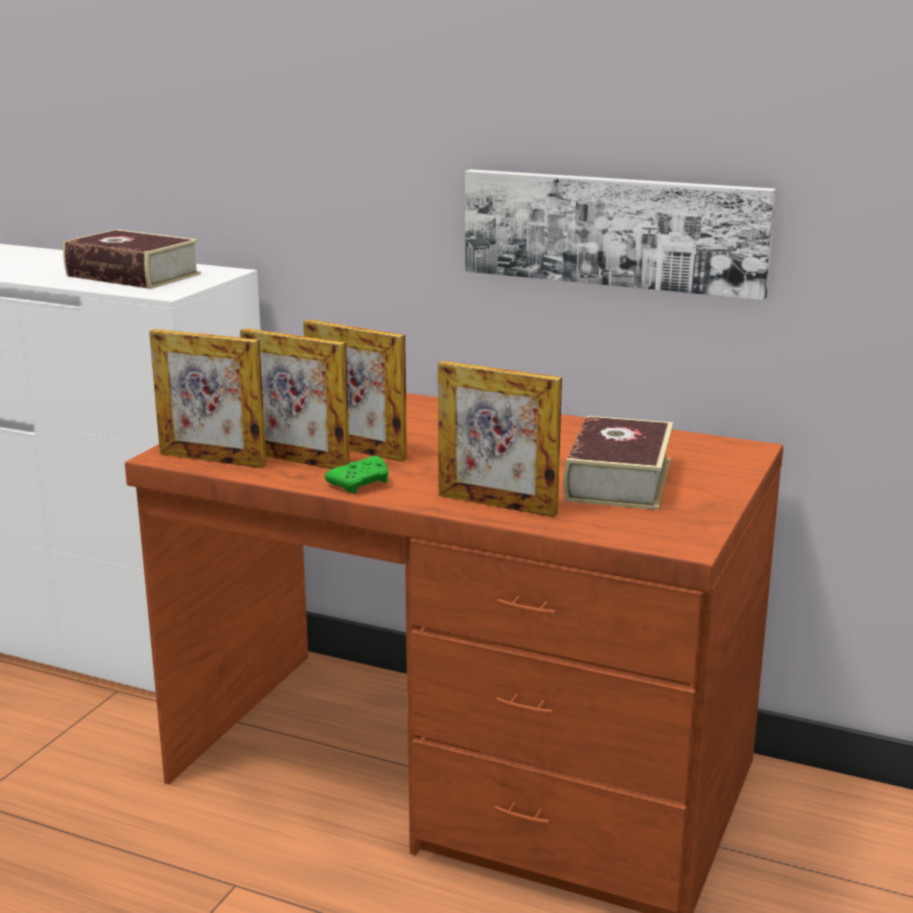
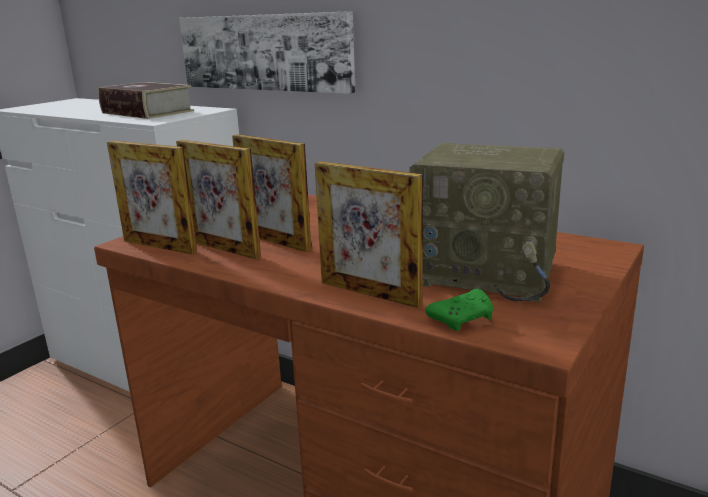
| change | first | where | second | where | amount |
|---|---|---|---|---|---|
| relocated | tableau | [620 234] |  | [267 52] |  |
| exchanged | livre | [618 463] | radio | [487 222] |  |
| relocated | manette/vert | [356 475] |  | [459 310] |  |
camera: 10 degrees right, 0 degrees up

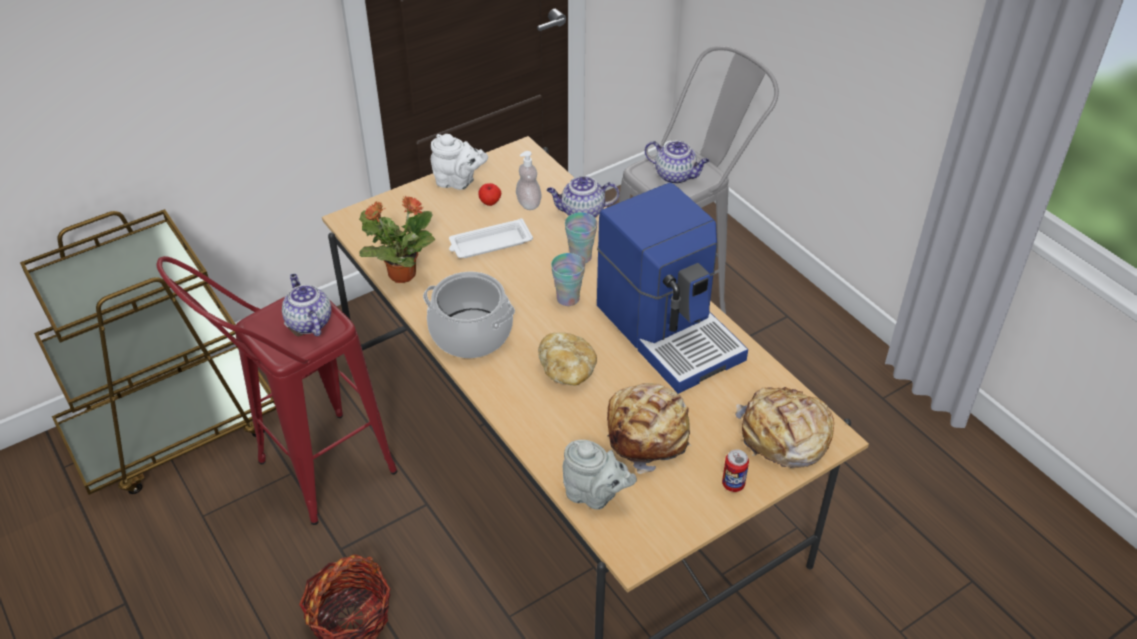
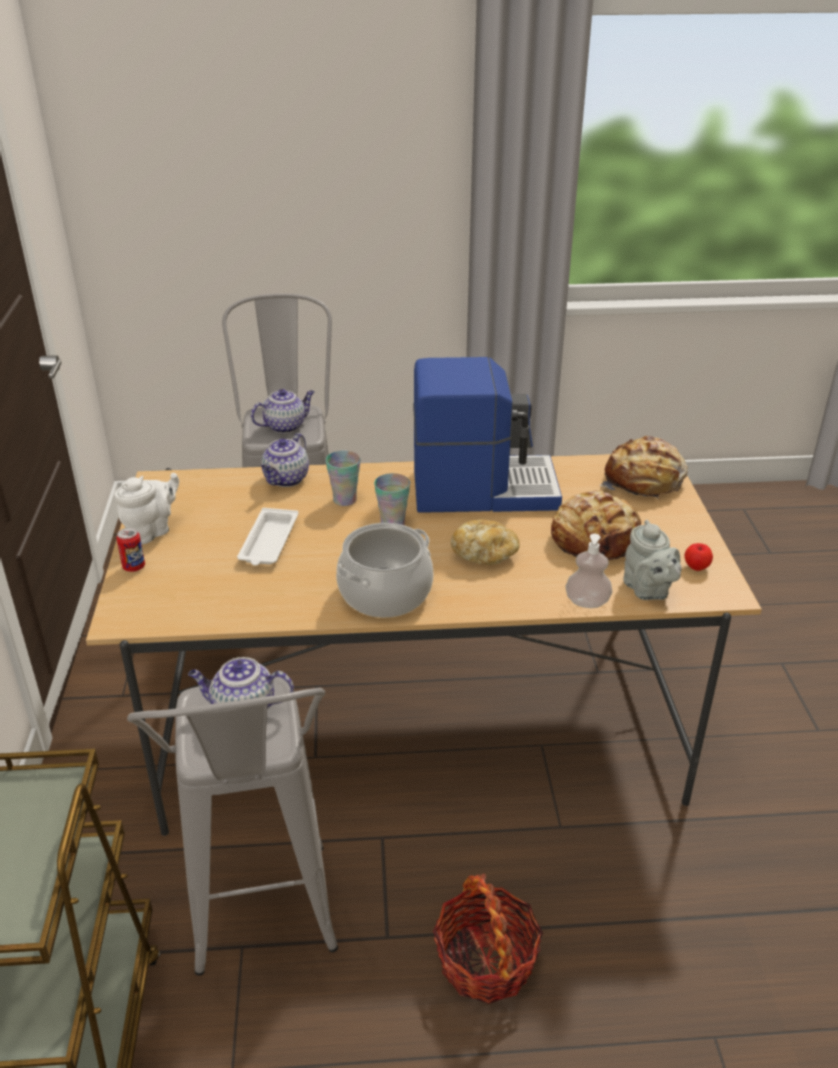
| change | first | where | second | where | amount |
|---|---|---|---|---|---|
| relocated | distributeur de savon | [529 180] |  | [588 571] |  |
| relocated | pomme | [490 194] |  | [698 557] |  |
| missing | plante en pot | [397 239] |  |  |  |
| colour | tabouret/rouge | [277 390] | tabouret/gris | [232 826] |  |
| spun | théière/gris | [599 475] |  | [652 560] | 105 degrees clockwise |
| relocated | boîte métallique | [735 470] |  | [130 550] |  |
camera: 60 degrees left, 10 degrees down

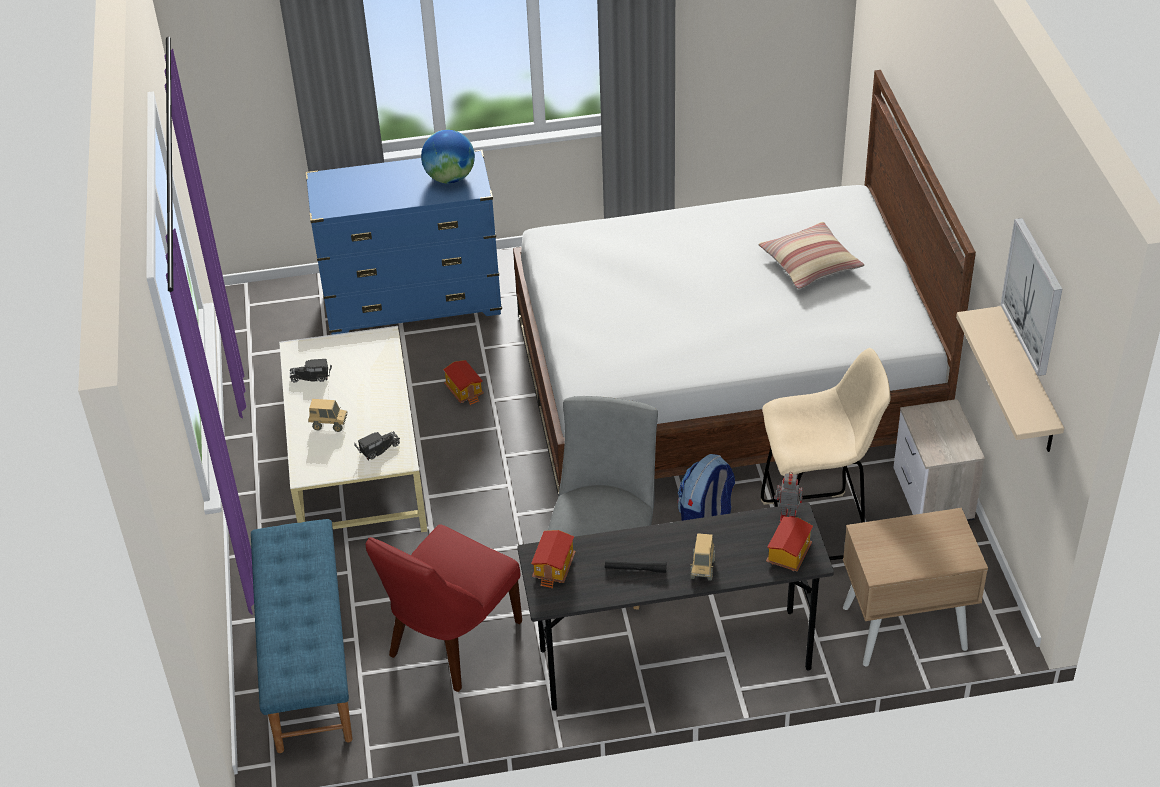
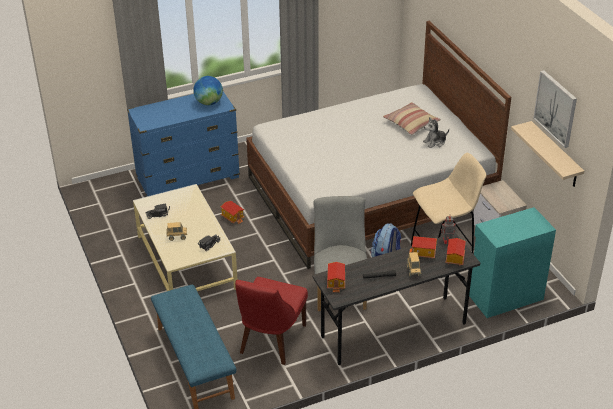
| change | first | where | second | where | amount |
|---|---|---|---|---|---|
| exchanged | table de chevet/beige | [915 587] | meuble de rangement/turquoise | [512 262] |  |
| appeared |  |  | peluche | [436 132] |  |
| appeared |  |  | maison miniature | [423 247] |  |
camera: 15 degrees left, 5 degrees down

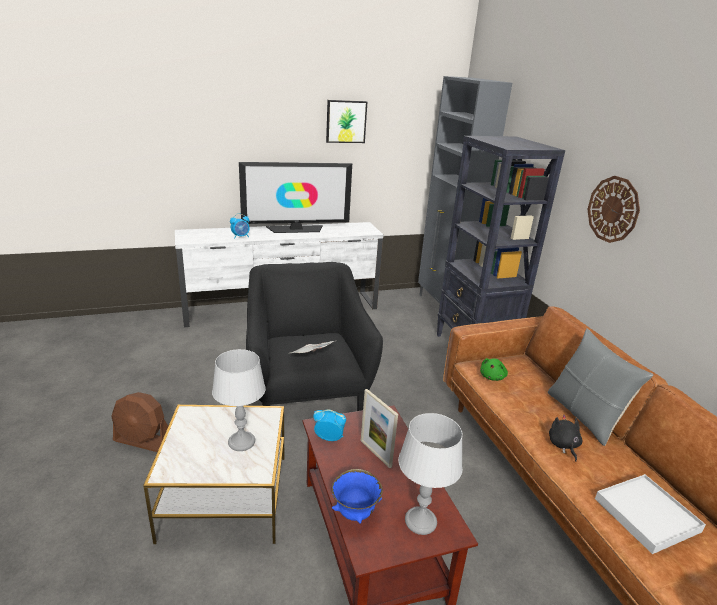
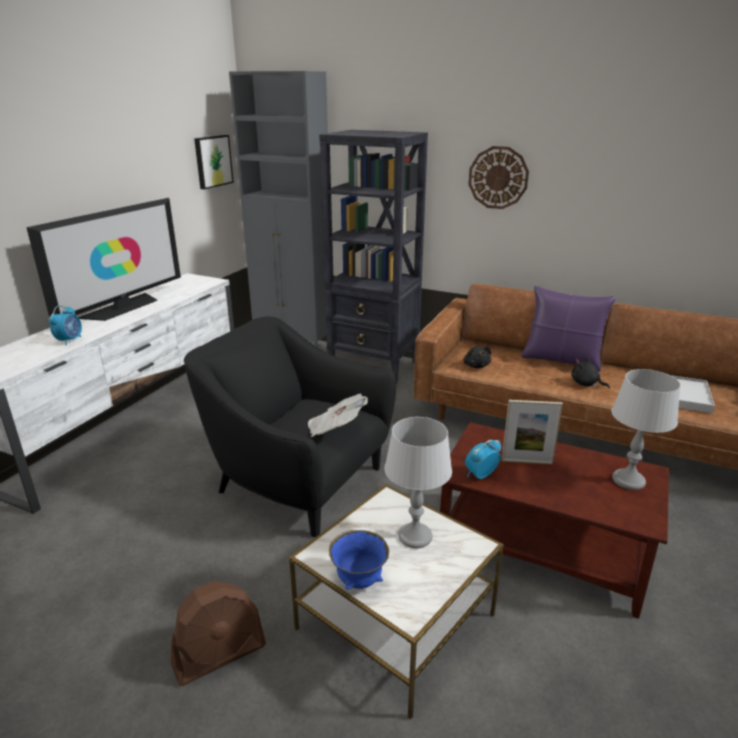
| change | first | where | second | where | amount |
|---|---|---|---|---|---|
| relocated | tableau | [346 121] |  | [214 162] |  |
| colour | coussin/gris | [601 387] | coussin/violet | [568 329] |  |
| colour | peluche/vert | [494 369] | peluche/noir | [477 357] |  |
| relocated | bol/bleu | [357 496] |  | [359 559] |  |
camera: 45 degrees left, 0 degrees up

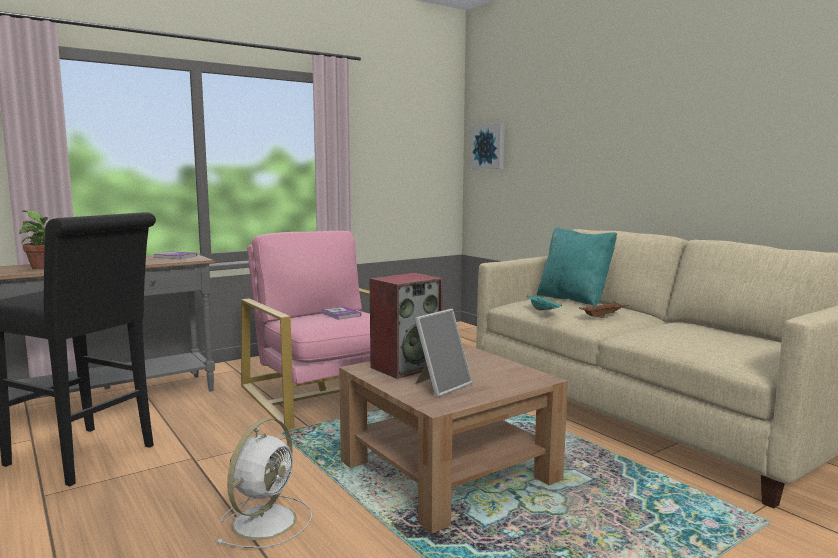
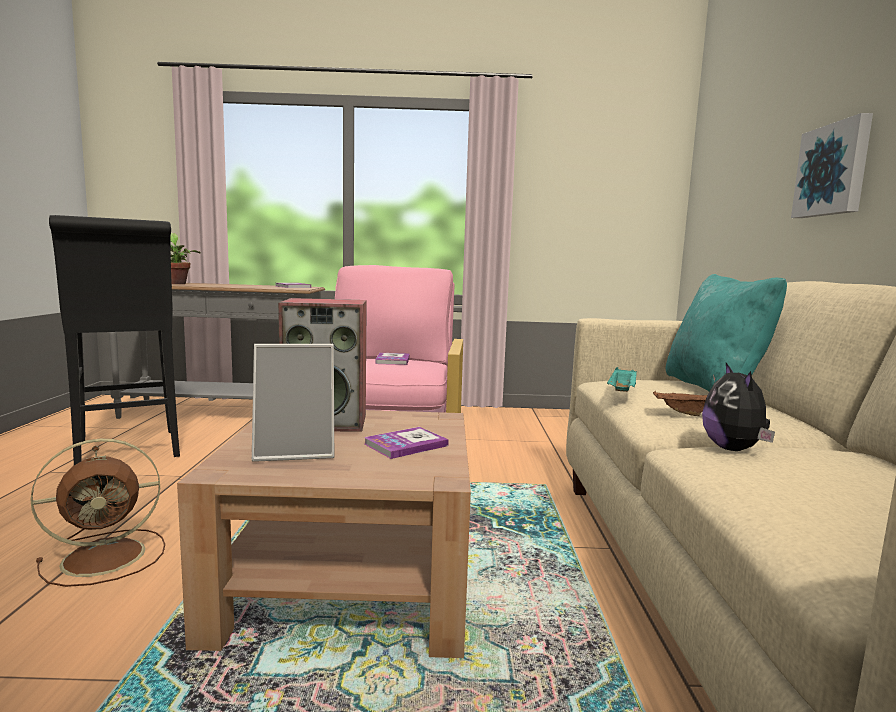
| change | first | where | second | where | amount |
|---|---|---|---|---|---|
| relocated | tableau | [488 146] |  | [832 165] |  |
| colour | ventilateur/blanc | [264 483] | ventilateur/marron | [97 513] |  |
| appeared |  |  | peluche | [738 407] |  |
| appeared |  |  | livre | [406 443] |  |
camera: 35 degrees right, 0 degrees up

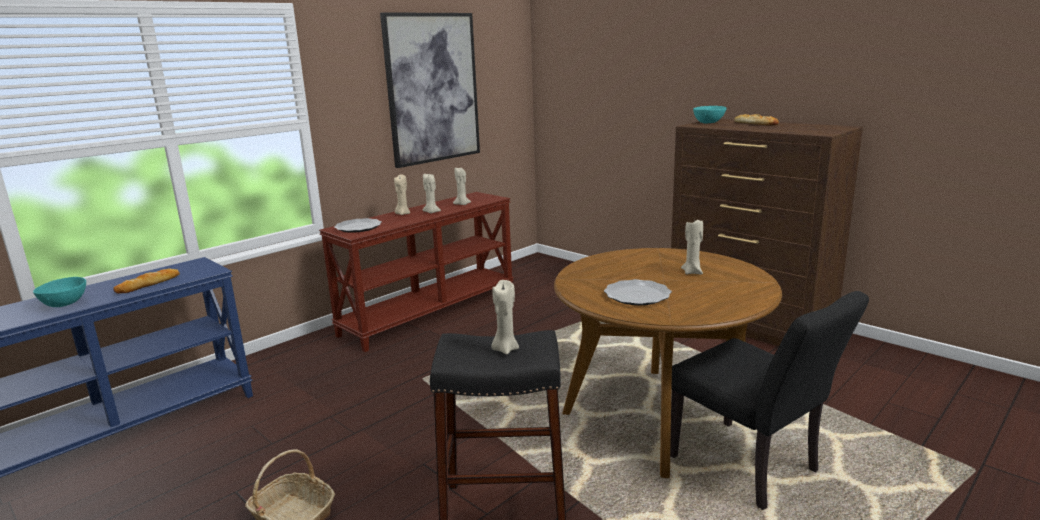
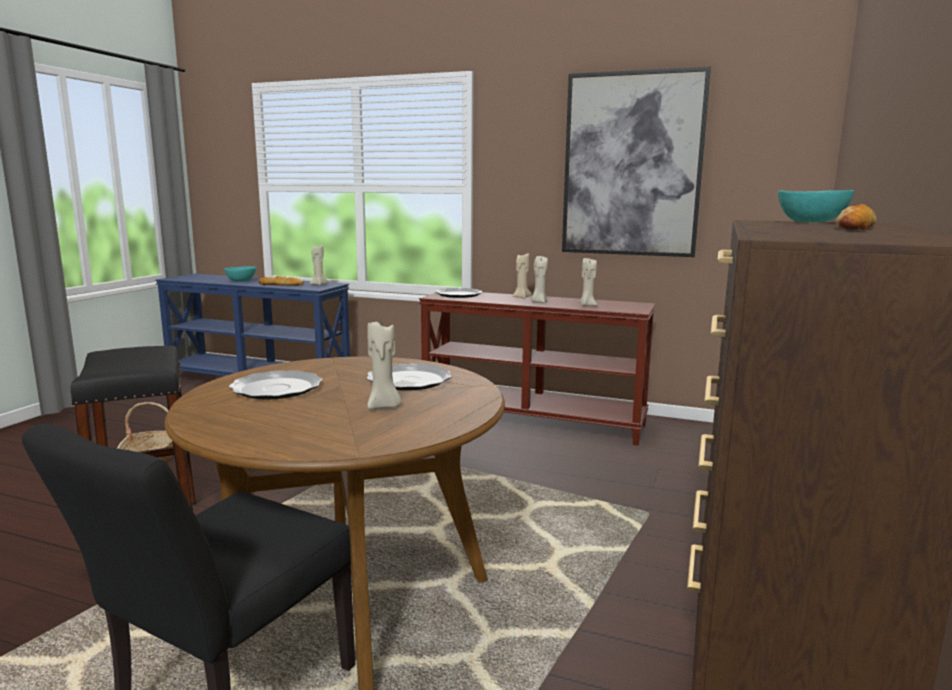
| change | first | where | second | where | amount |
|---|---|---|---|---|---|
| relocated | bougie/beige | [505 317] |  | [319 265] |  |
| appeared |  |  | assiette | [409 377] |  |
camera: 65 degrees right, 5 degrees down

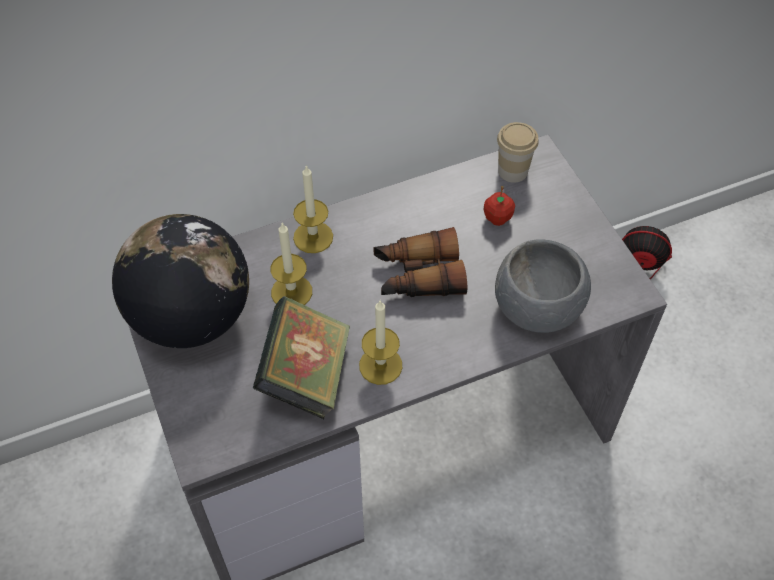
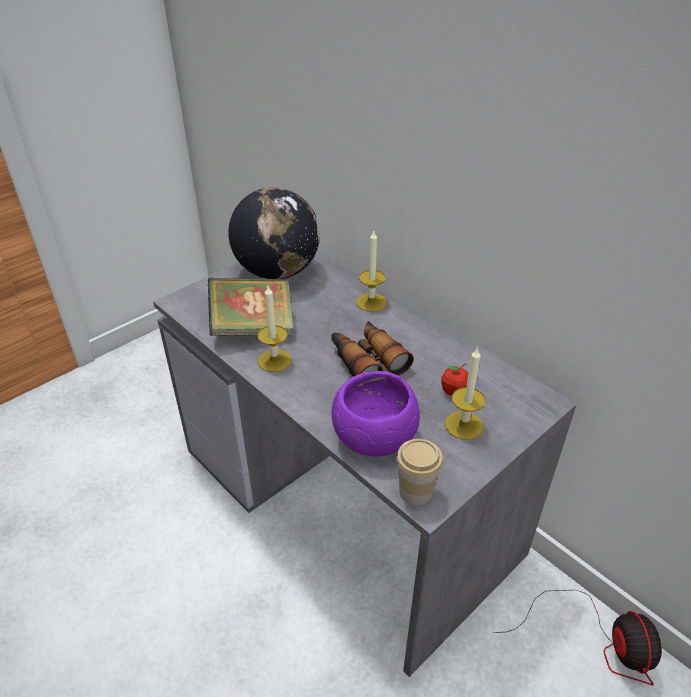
| change | first | where | second | where | amount |
|---|---|---|---|---|---|
| relocated | tasse | [518 152] |  | [419 472] |  |
| relocated | bougie | [291 263] |  | [465 393] |  |
| colour | bol/gris | [543 286] | bol/violet | [376 414] |  |
camera: 70 degrees right, 15 degrees down

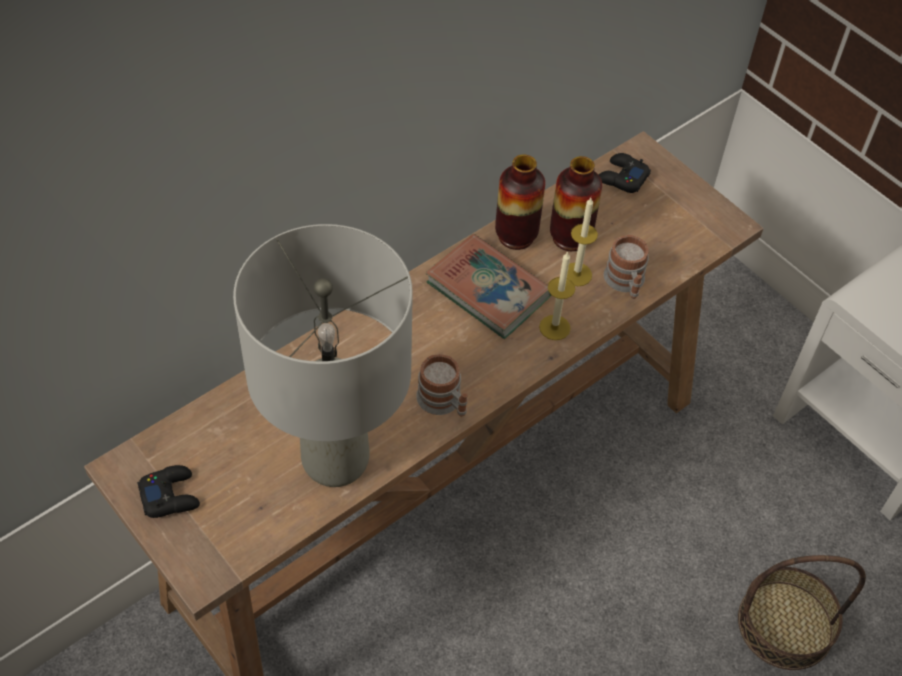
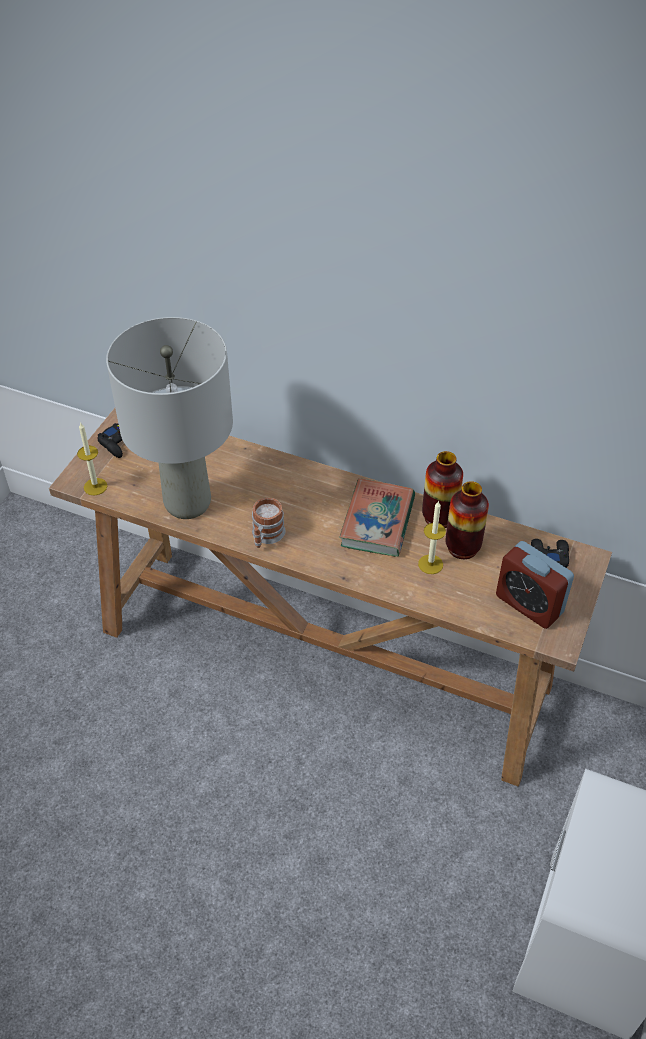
| change | first | where | second | where | amount |
|---|---|---|---|---|---|
| missing | mug | [626 267] |  |  |  |
| relocated | bougie | [557 295] |  | [92 459] |  |
| missing | panier | [802 612] |  |  |  |
| appeared |  |  | réveil | [535 585] |  |
camera: 65 degrees right, 5 degrees down

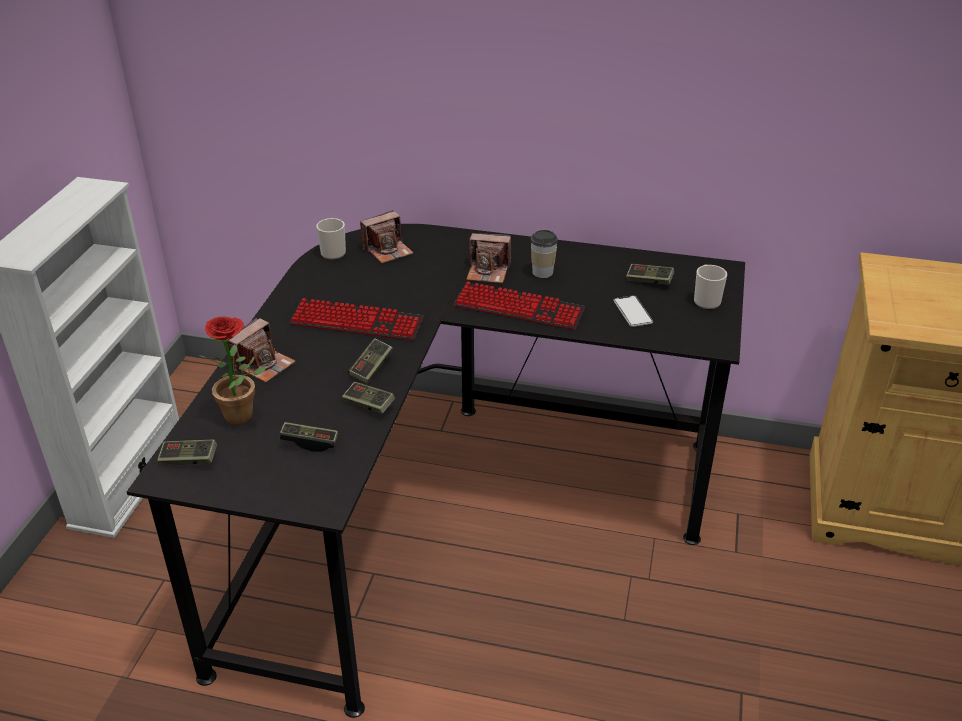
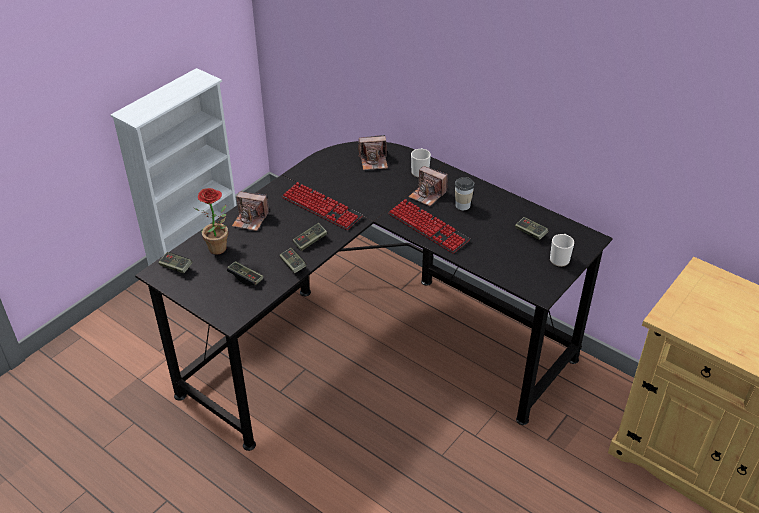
| change | first | where | second | where | amount |
|---|---|---|---|---|---|
| relocated | mug | [331 239] |  | [421 163] |  |
| missing | téléphone | [633 311] |  |  |  |
| spun | appareil photo | [261 350] |  | [250 211] | 45 degrees clockwise |
camera: 25 degrees right, 5 degrees up

